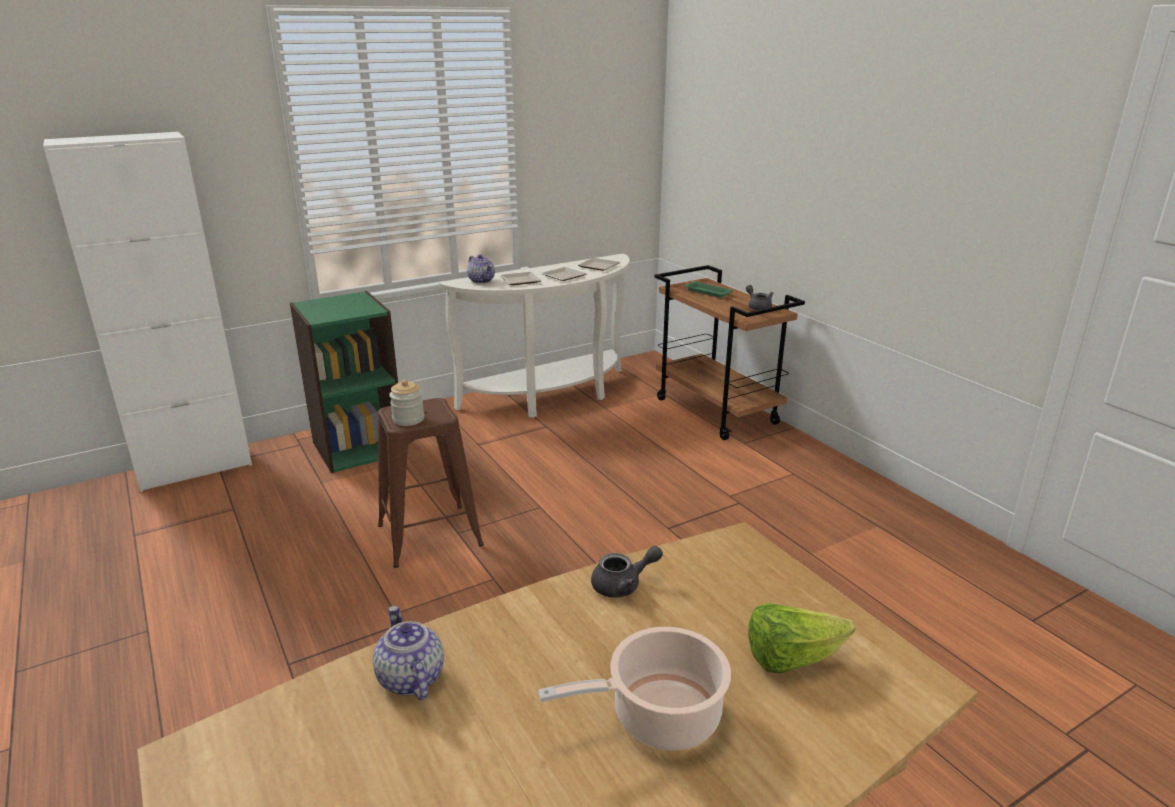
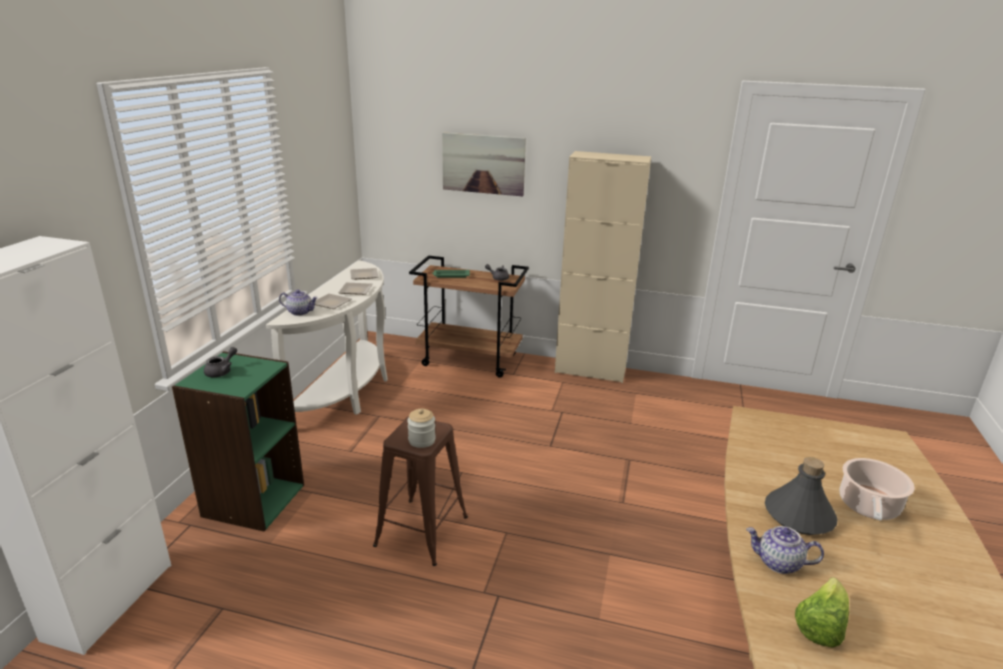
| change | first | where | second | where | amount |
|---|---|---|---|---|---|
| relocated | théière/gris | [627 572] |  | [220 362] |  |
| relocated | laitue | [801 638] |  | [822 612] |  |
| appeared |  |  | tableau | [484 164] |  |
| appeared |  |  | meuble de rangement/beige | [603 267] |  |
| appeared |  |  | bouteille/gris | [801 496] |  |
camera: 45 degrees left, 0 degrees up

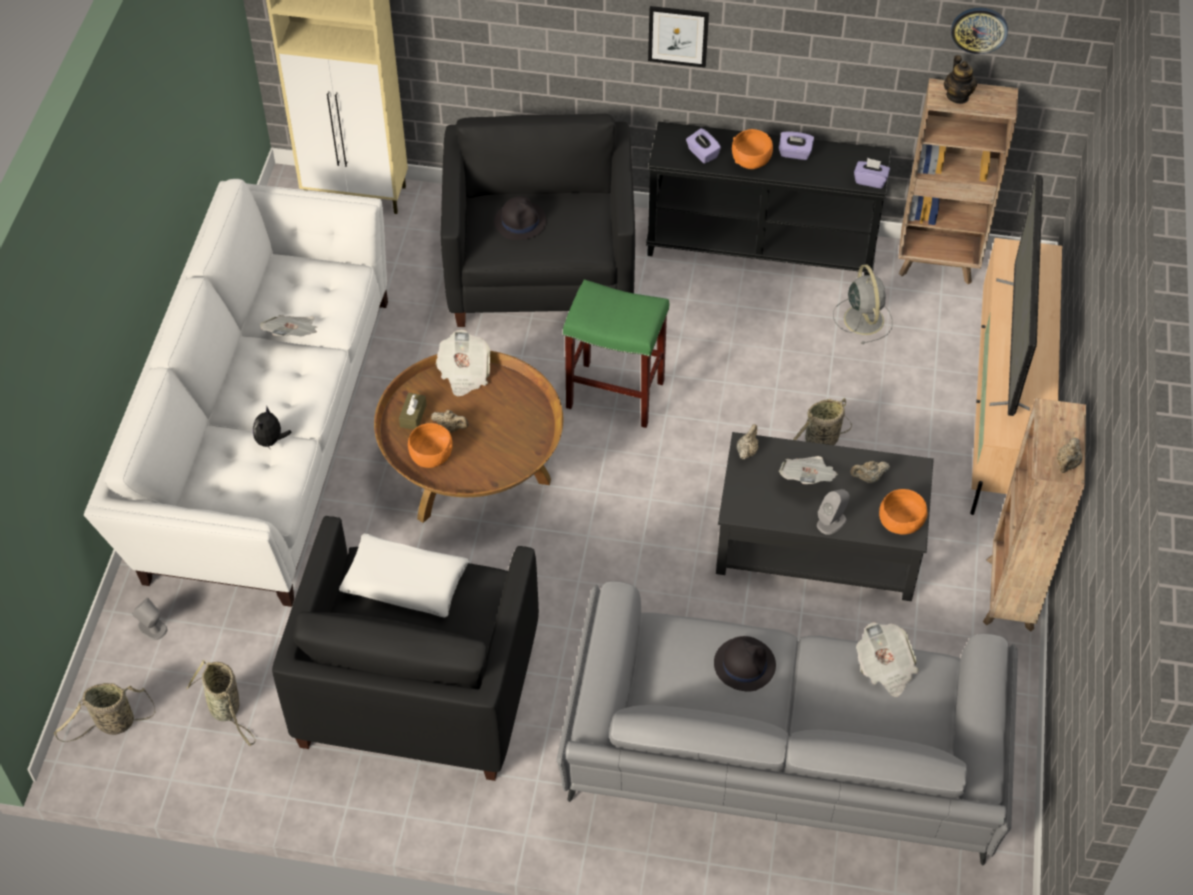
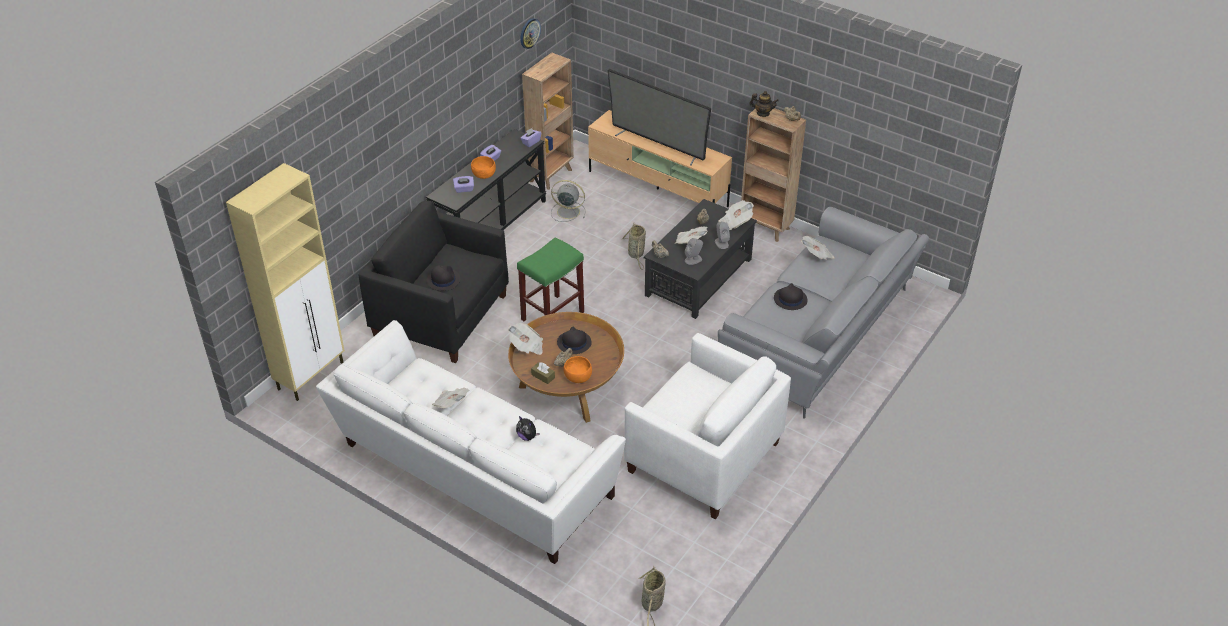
| change | first | where | second | where | amount |
|---|---|---|---|---|---|
| missing | tableau | [678 36] |  |  |  |
| relocated | théière | [960 79] |  | [764 104] |  |
| exchanged | bol/orange | [903 512] | journal | [736 215] |  |
| colour | fauteuil/noir | [405 648] | fauteuil/blanc | [707 426] |  |
| missing | coussin/blanc | [404 575] |  |  |  |
| relocated | enceinte/gris | [149 619] |  | [694 251] |  |
| missing | panier | [221 703] |  |  |  |
| appeared |  |  | chapeau/noir | [574 340] |  |
camera: 65 degrees left, 10 degrees down

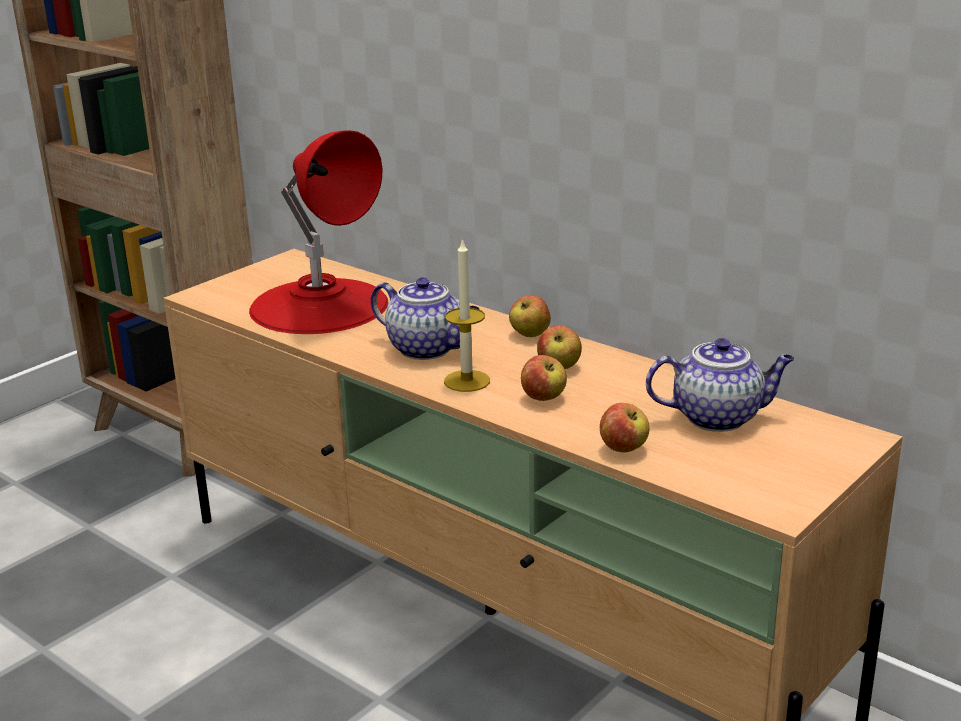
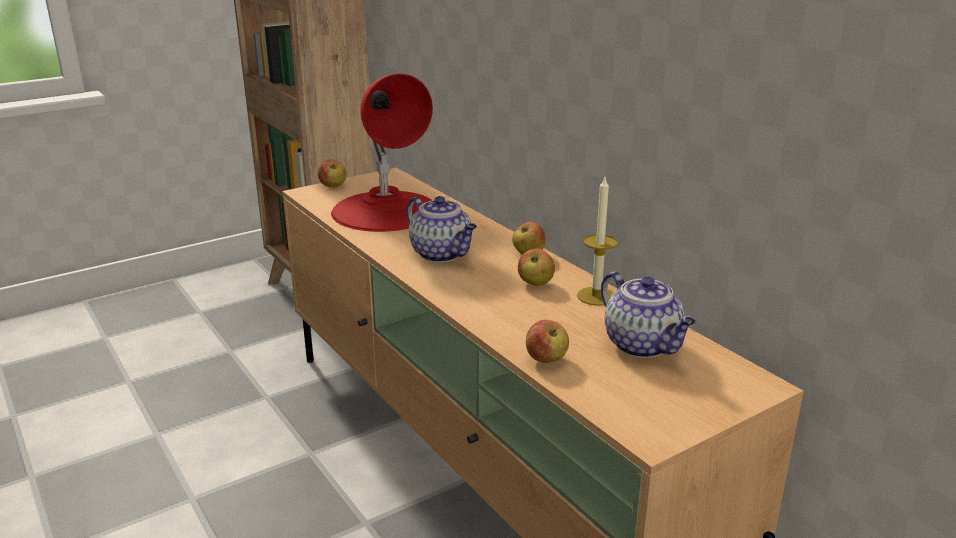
| change | first | where | second | where | amount |
|---|---|---|---|---|---|
| relocated | bougie | [467 315] |  | [597 241] |  |
| spun | théière | [720 385] |  | [648 315] | 45 degrees clockwise |
| relocated | pomme | [544 378] |  | [332 173] |  |
camera: 15 degrees right, 0 degrees up

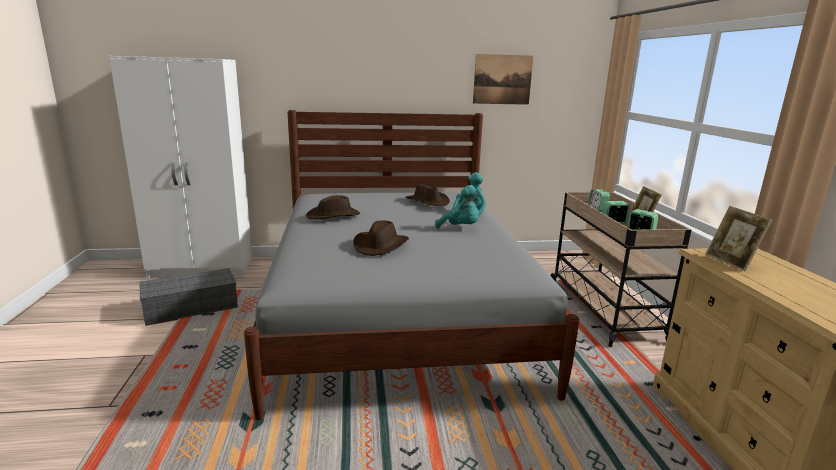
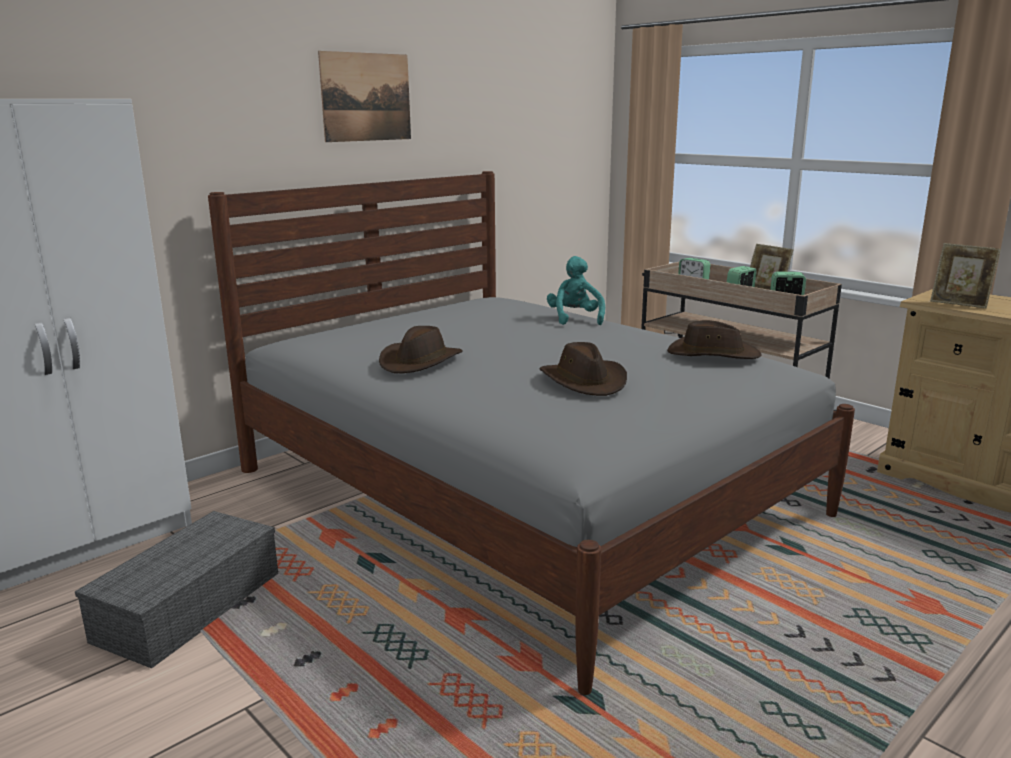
| change | first | where | second | where | amount |
|---|---|---|---|---|---|
| relocated | tableau | [503 79] |  | [364 96] |  |
| relocated | chapeau/marron | [428 194] |  | [714 339] |  |
| missing | peluche/turquoise | [457 206] |  |  |  |
camera: 35 degrees left, 0 degrees up

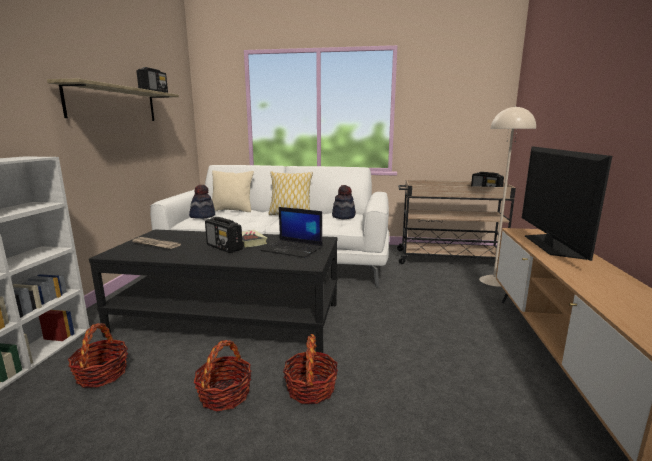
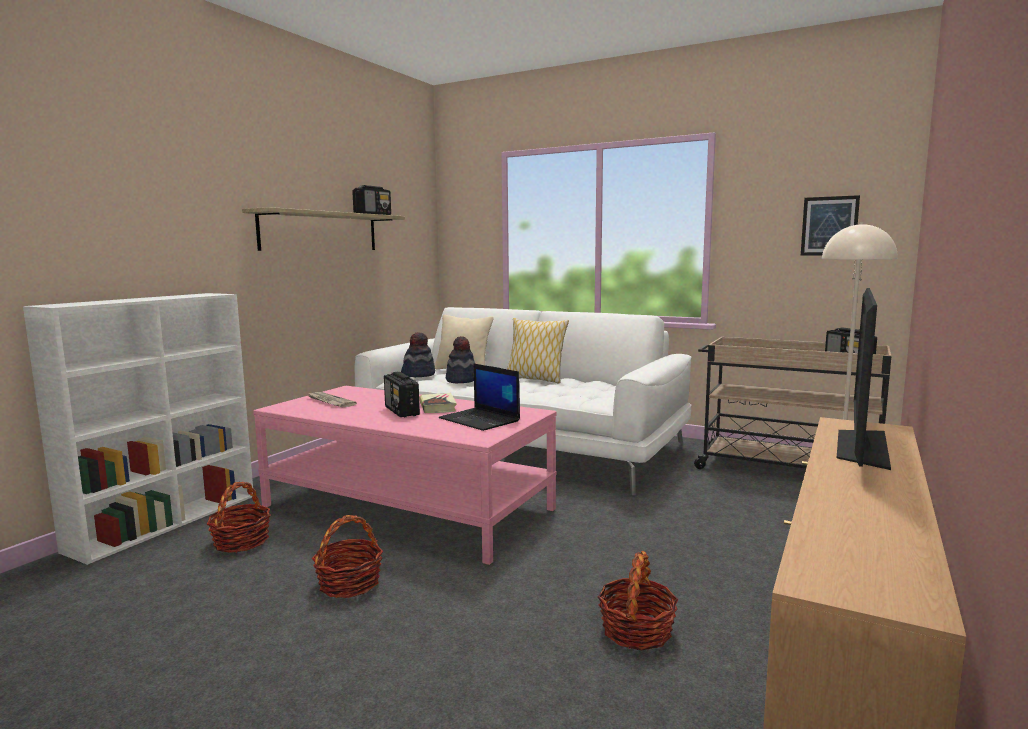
| change | first | where | second | where | amount |
|---|---|---|---|---|---|
| relocated | chapeau | [344 202] |  | [460 359] |  |
| colour | table basse/noir | [213 291] | table basse/rose | [405 475] |  |
| relocated | panier | [310 369] |  | [638 600] |  |
| appeared |  |  | tableau | [830 225] |  |
camera: 20 degrees right, 5 degrees down

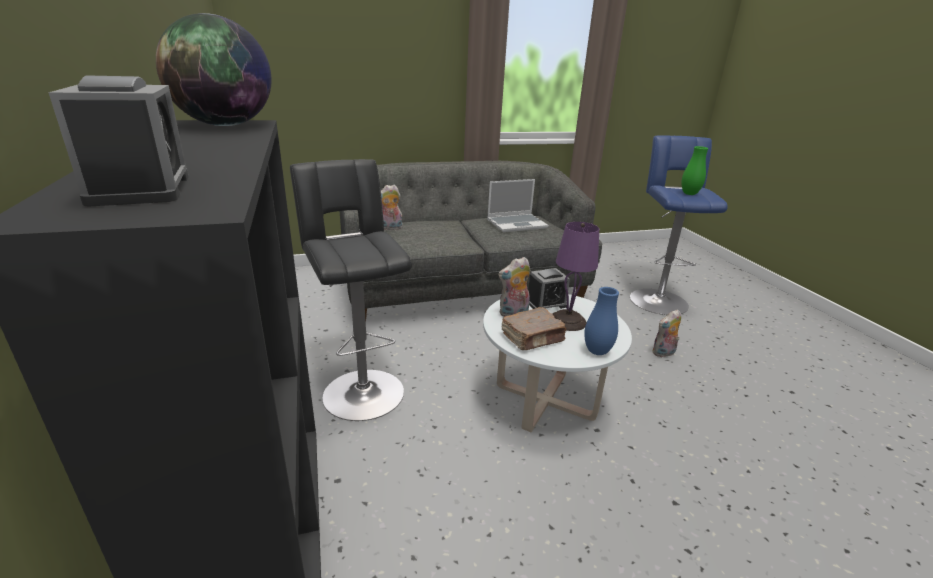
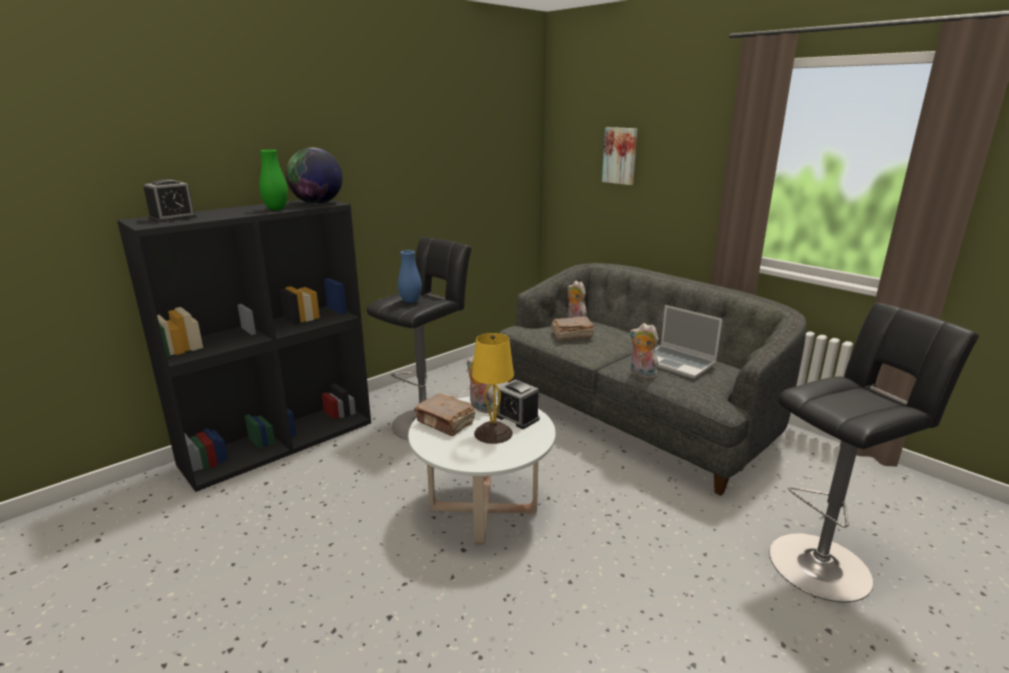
| change | first | where | second | where | amount |
|---|---|---|---|---|---|
| colour | tabouret/bleu | [679 225] | tabouret/noir | [874 452] |  |
| relocated | vase/vert | [695 170] |  | [273 180] |  |
| colour | lampe de table/violet | [576 276] | lampe de table/jaune | [493 388] |  |
| relocated | vase/bleu | [601 321] |  | [410 276] |  |
| relocated | peluche | [666 333] |  | [645 351] |  |
| appeared |  |  | tableau | [619 156] |  |
| appeared |  |  | livre/marron | [572 328] |  |
camera: 65 degrees right, 5 degrees down

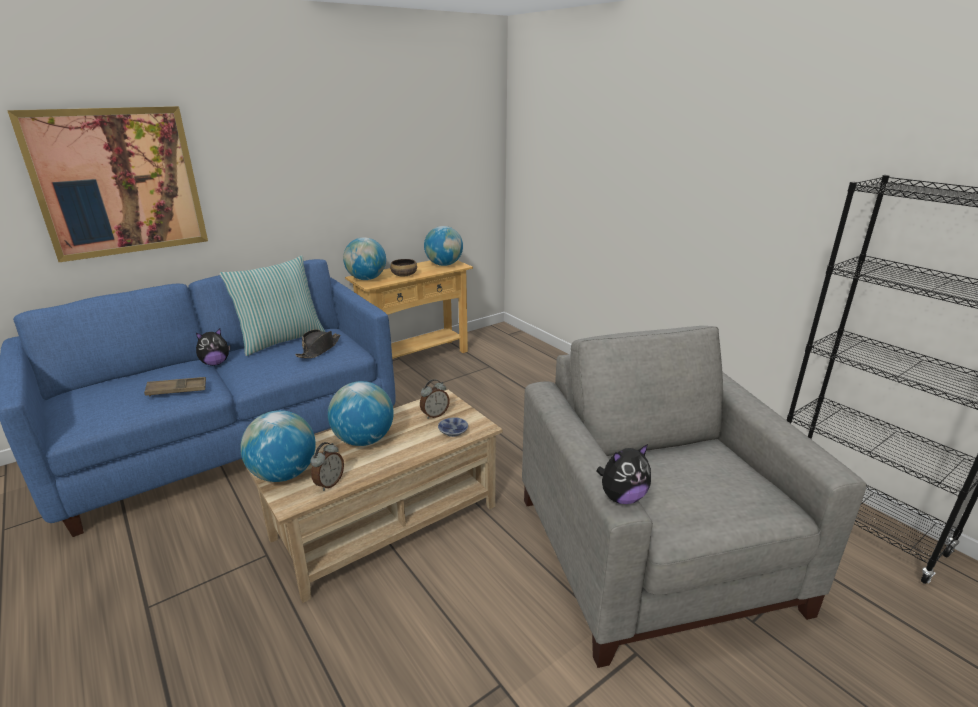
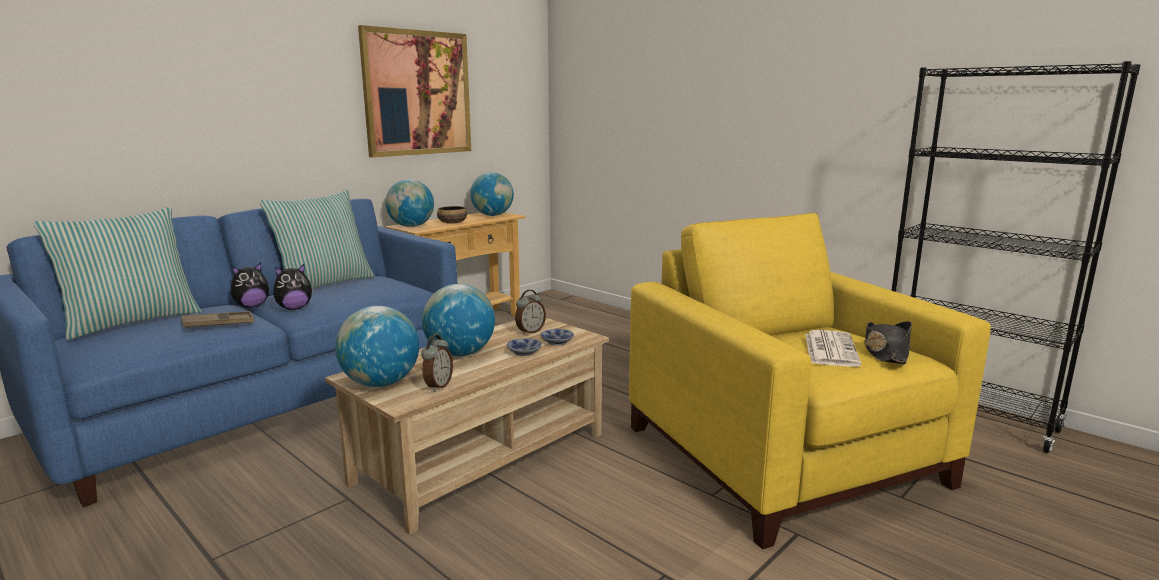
| change | first | where | second | where | amount |
|---|---|---|---|---|---|
| relocated | tableau | [107 184] |  | [414 91] |  |
| colour | fauteuil/gris | [694 497] | fauteuil/jaune | [810 381] |  |
| relocated | chapeau/noir | [317 343] |  | [888 342] |  |
| relocated | peluche | [623 474] |  | [293 287] |  |
| appeared |  |  | coussin | [117 273] |  |
| appeared |  |  | journal | [833 348] |  |
| appeared |  |  | bol | [524 347] |  |
camera: 10 degrees left, 10 degrees down

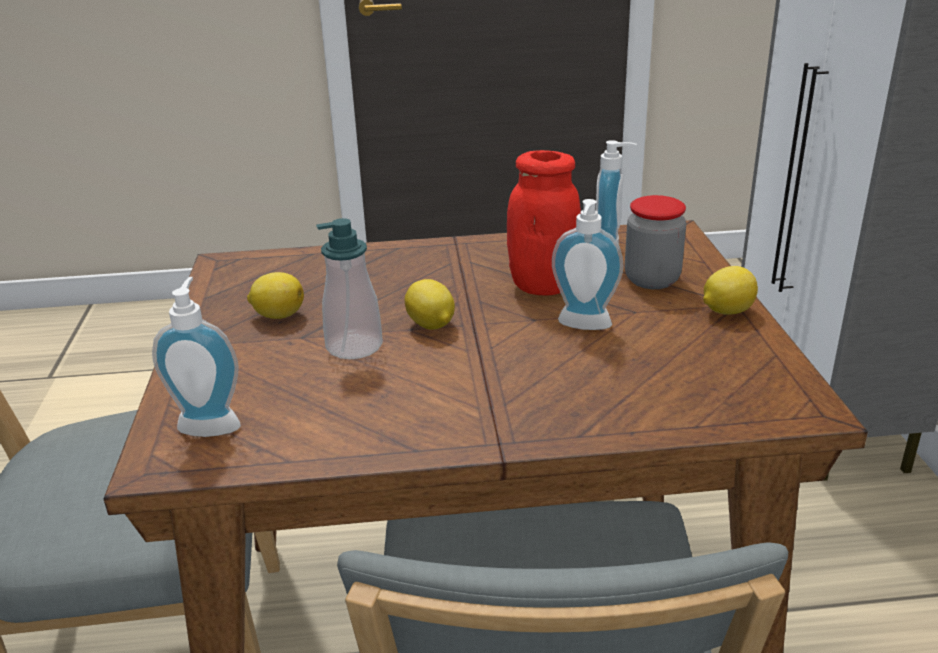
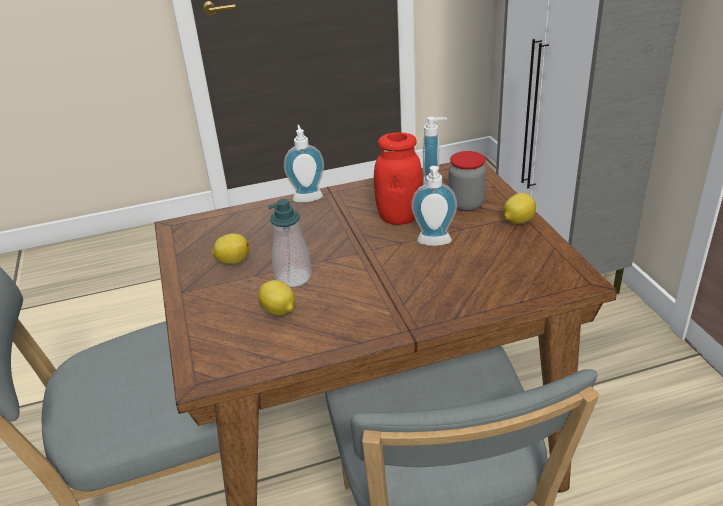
| change | first | where | second | where | amount |
|---|---|---|---|---|---|
| relocated | distributeur de savon | [196 357] |  | [304 164] |  |
| relocated | citron | [430 304] |  | [276 298] |  |
camera: 10 degrees left, 5 degrees up

